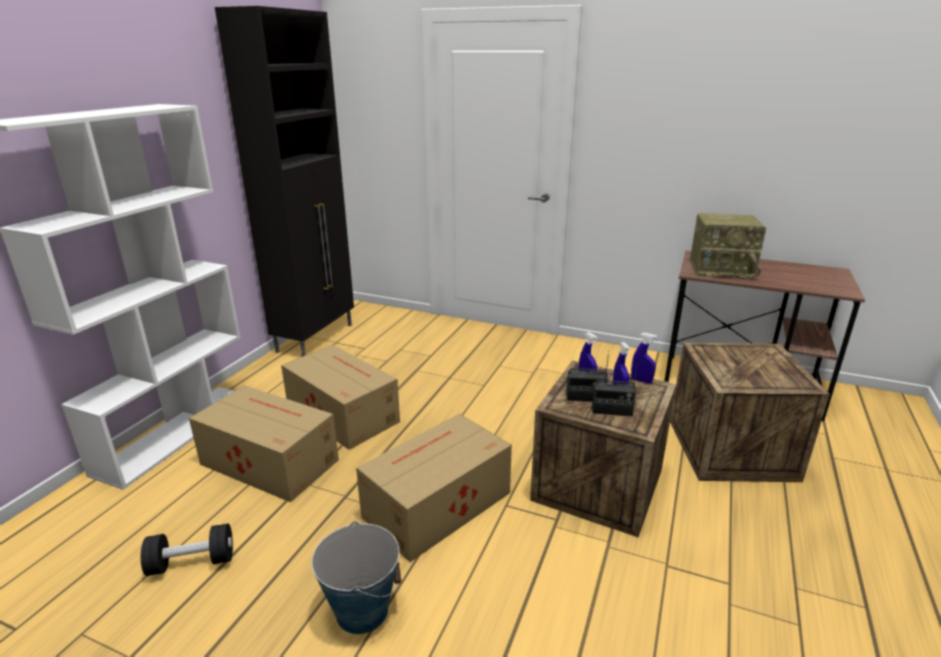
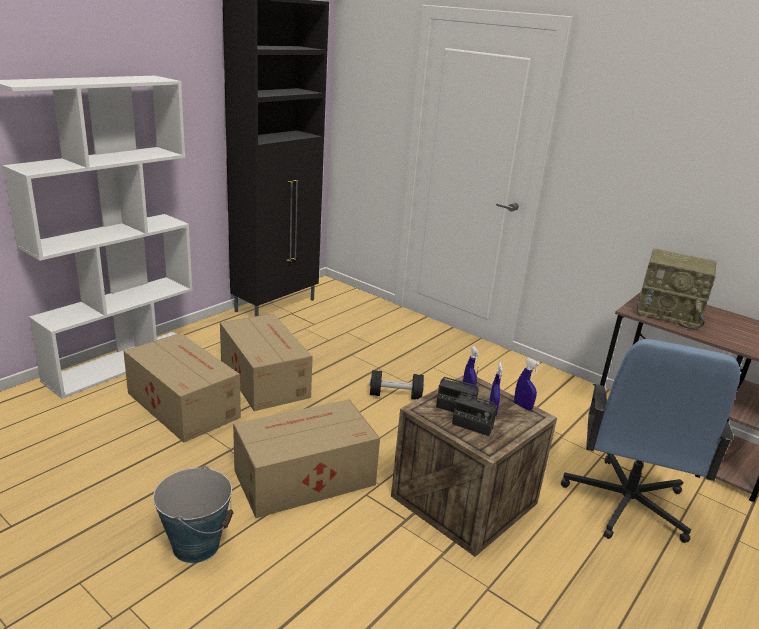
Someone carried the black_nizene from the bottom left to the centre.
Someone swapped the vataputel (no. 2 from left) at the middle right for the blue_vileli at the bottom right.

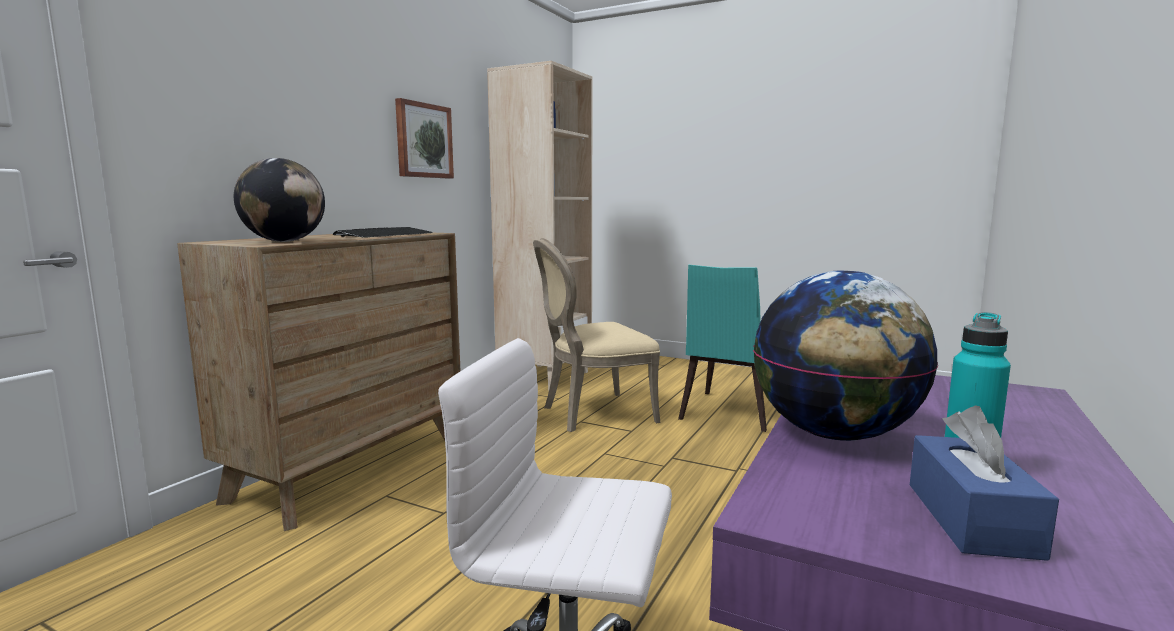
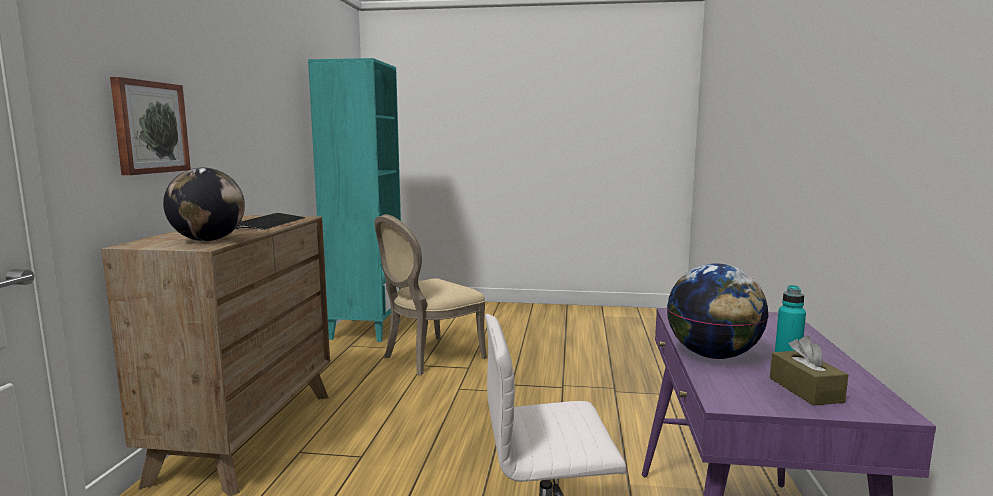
Someone took away the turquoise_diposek at the centre.
Someone carried the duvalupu from the top centre to the top left.
Someone repainted the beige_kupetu at the centre, which became the turquoise_kupetu at the centre.
Someone repainted the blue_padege at the bottom right, which became the brown_padege at the bottom right.

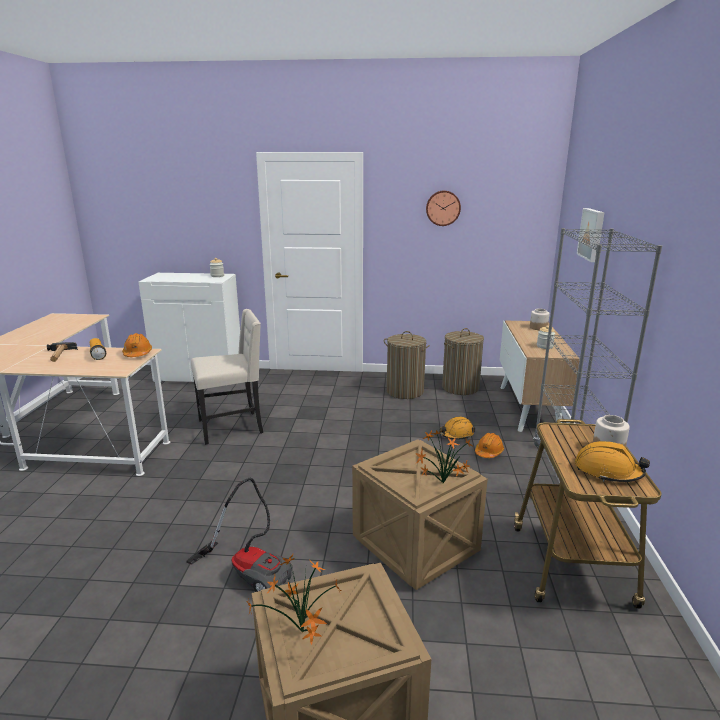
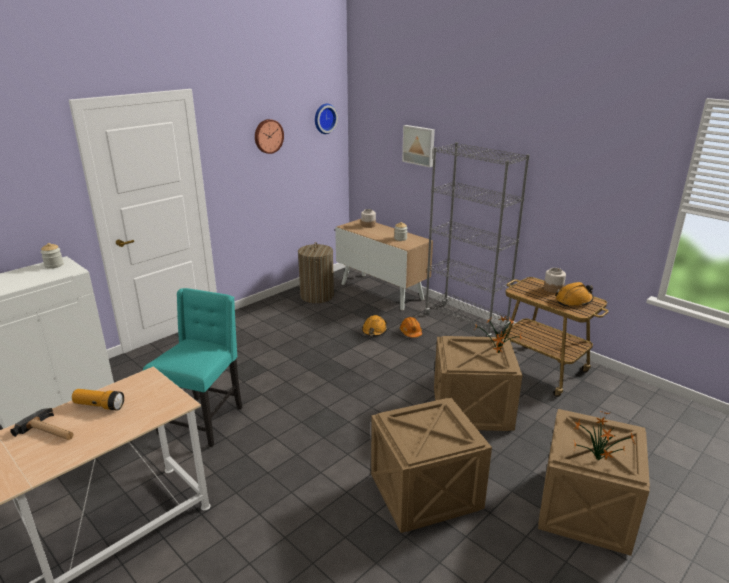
Someone took away the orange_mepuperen (no. 1 from left) at the middle left.
Someone took away the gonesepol (no. 1 from left) at the centre.
Someone put up the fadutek (no. 2 from left) at the top centre.
Someone swapped the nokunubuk at the bottom left for the vataputel (no. 1 from left) at the bottom centre.
Someone repainted the beige_diposek at the middle left, which became the turquoise_diposek at the middle left.

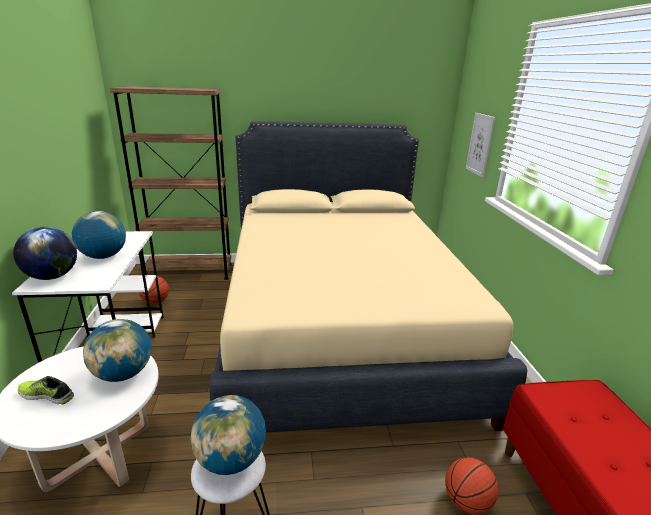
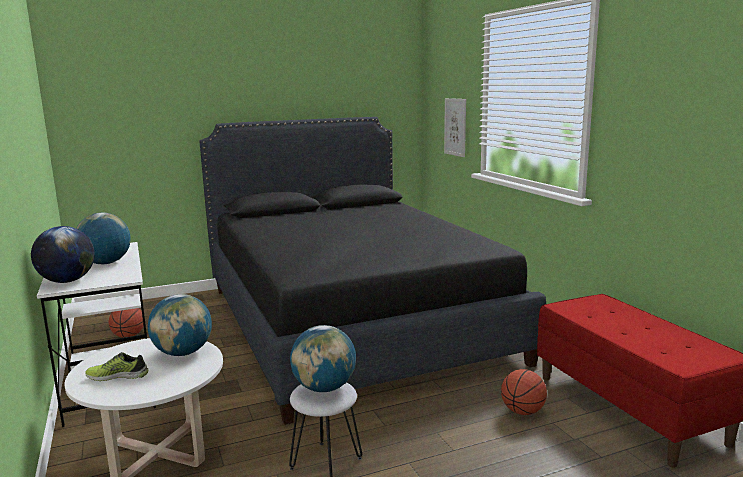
Someone took away the brown_kupetu at the middle left.
Someone repainted the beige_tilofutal at the centre, which became the black_tilofutal at the centre.

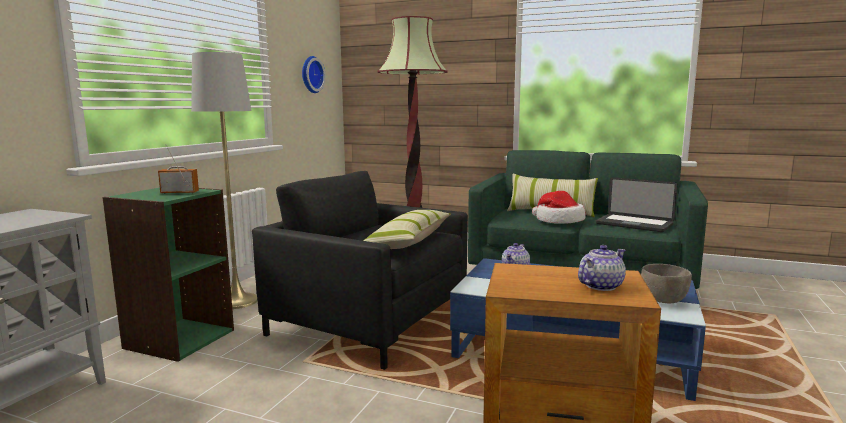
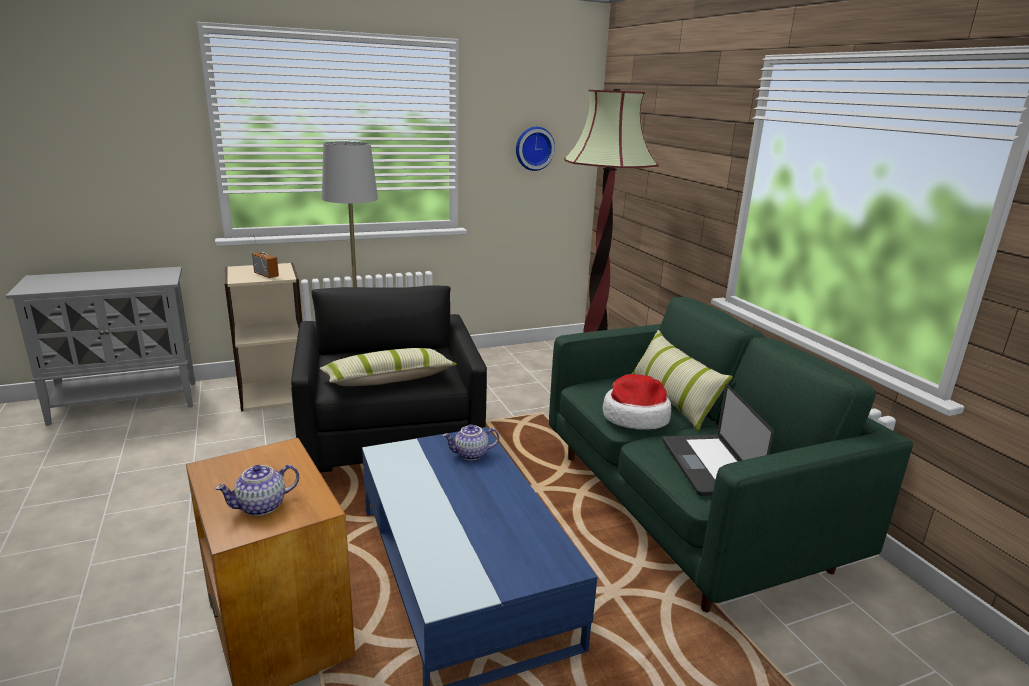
Someone took away the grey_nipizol at the bottom right.
Someone repainted the green_kupetu at the middle left, which became the beige_kupetu at the middle left.
Someone rotated the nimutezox (no. 2 from left in the first image) at the middle right by 135 degrees clockwise.

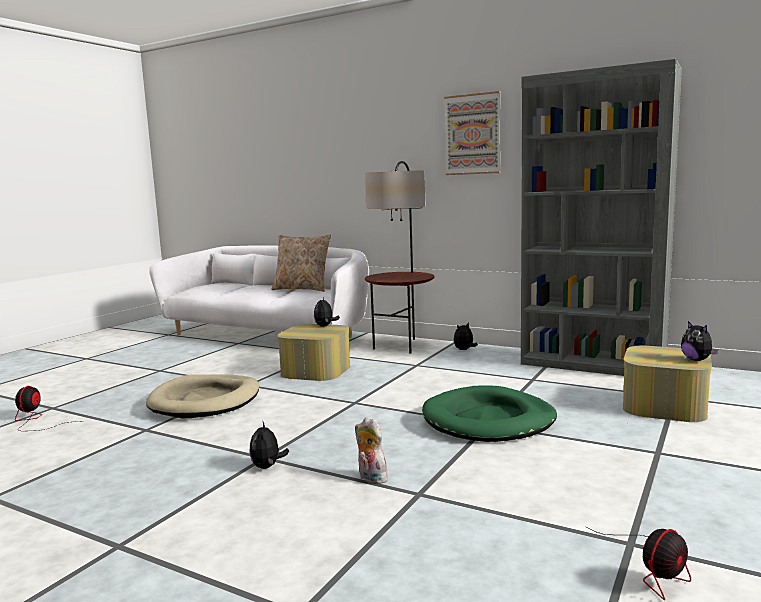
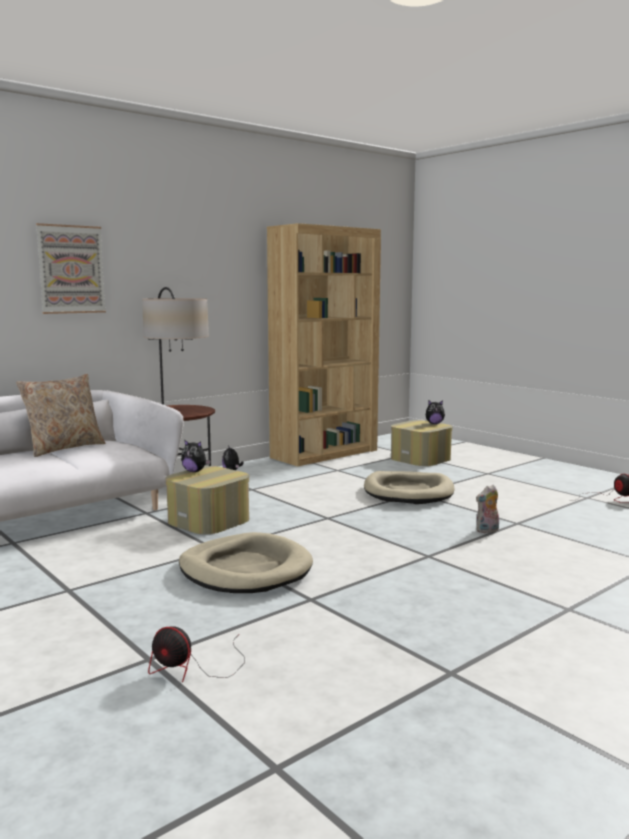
Someone took away the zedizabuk (no. 1 from left) at the bottom centre.
Someone carried the duvalupu from the top centre to the top left.
Someone repainted the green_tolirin at the bottom centre, which became the beige_tolirin (no. 2 from left) at the centre.
Someone repainted the grey_kupetu at the middle right, which became the brown_kupetu at the centre.

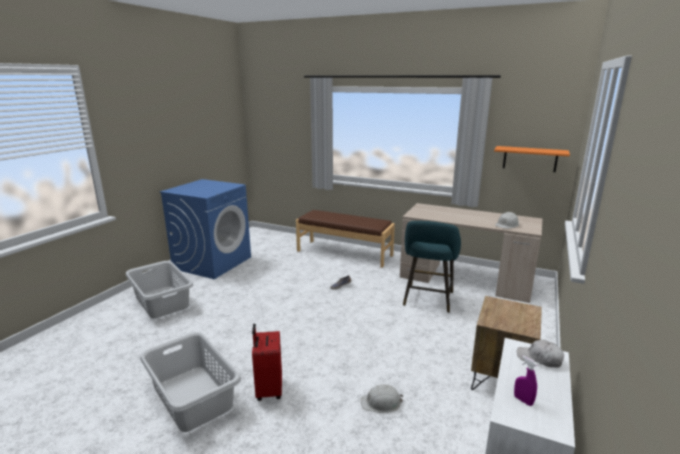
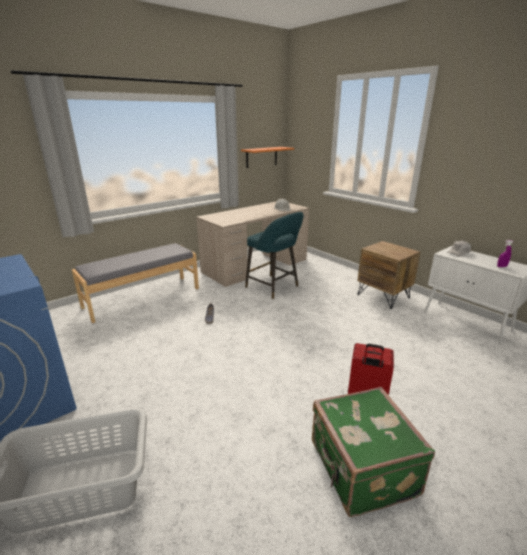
Someone took away the white_mepuperen (no. 1 from left) at the bottom centre.
Someone swapped the grey_gonesepol (no. 2 from left) at the bottom left for the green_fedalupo at the bottom right.
Someone repainted the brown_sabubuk at the centre, which became the grey_sabubuk at the middle left.

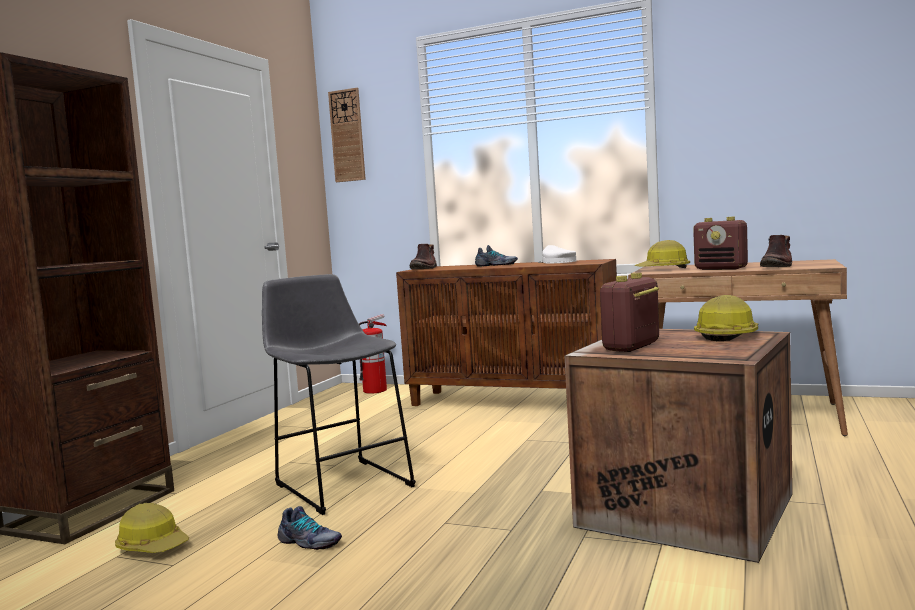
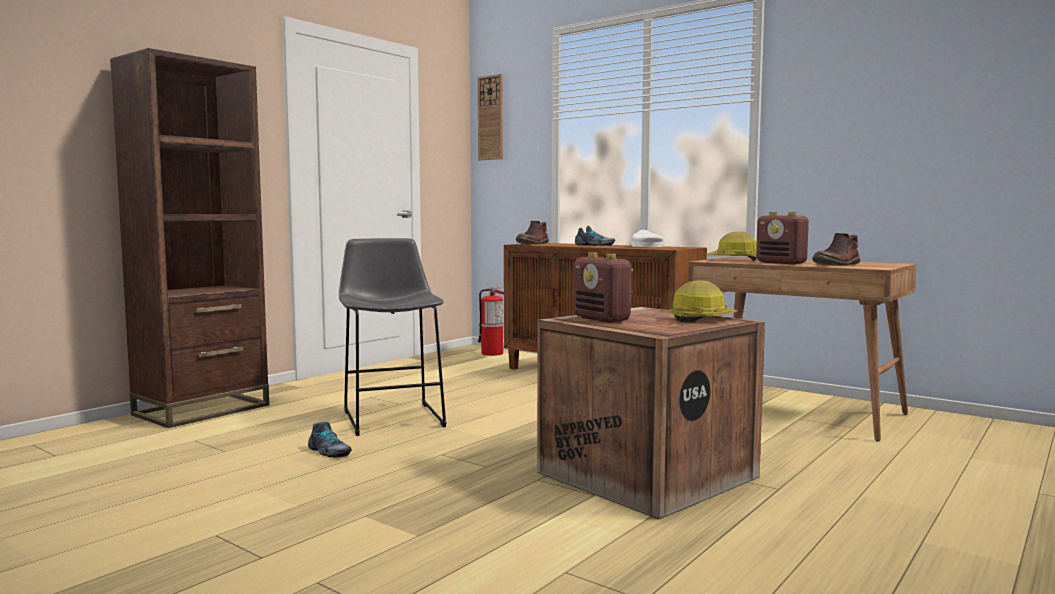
Someone took away the mepuperen (no. 1 from left) at the bottom left.
Someone rotated the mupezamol (no. 1 from left) at the middle right by 90 degrees counterclockwise.

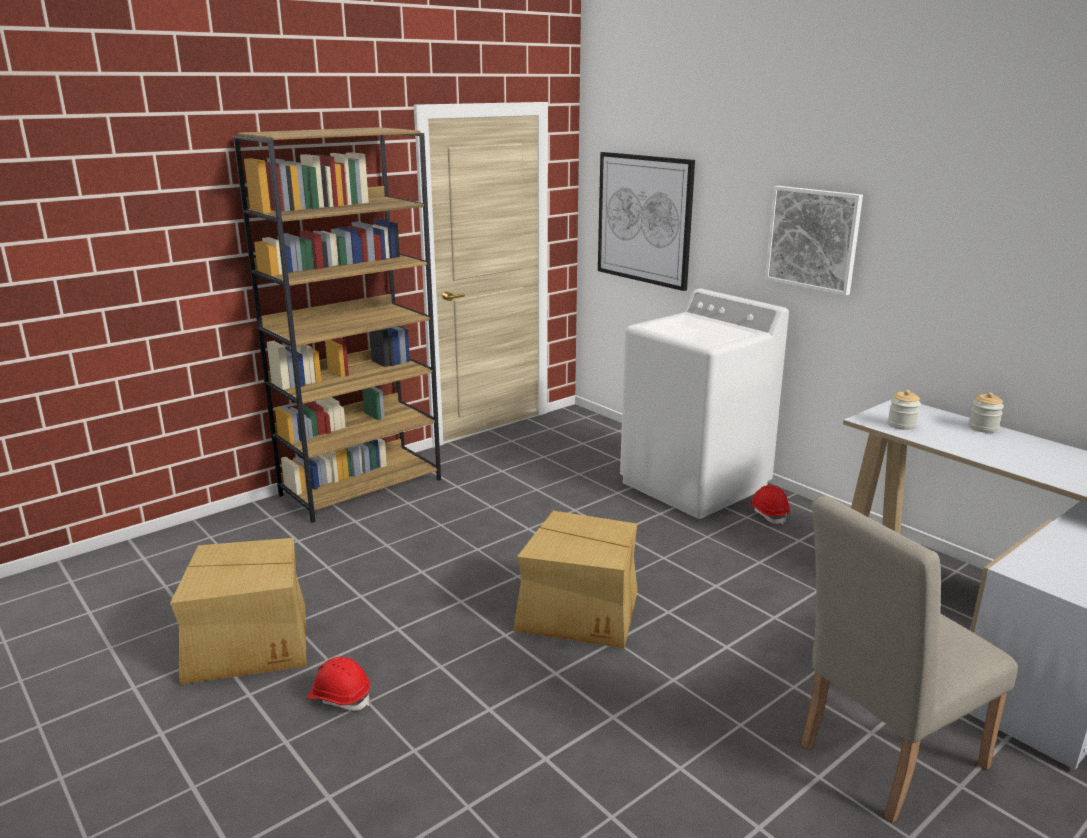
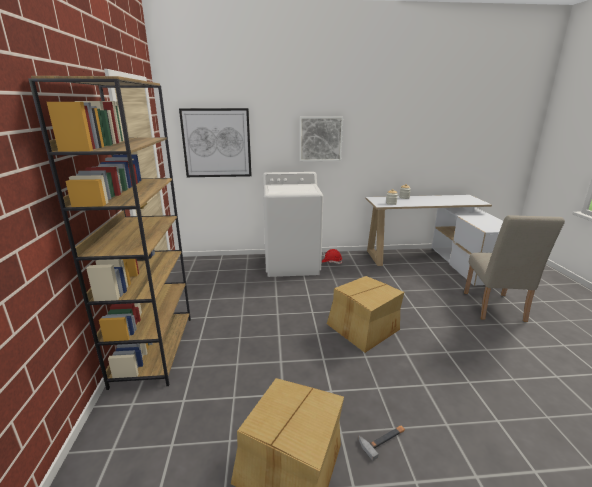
Someone swapped the red_mepuperen (no. 1 from left) at the bottom left for the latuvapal at the bottom centre.

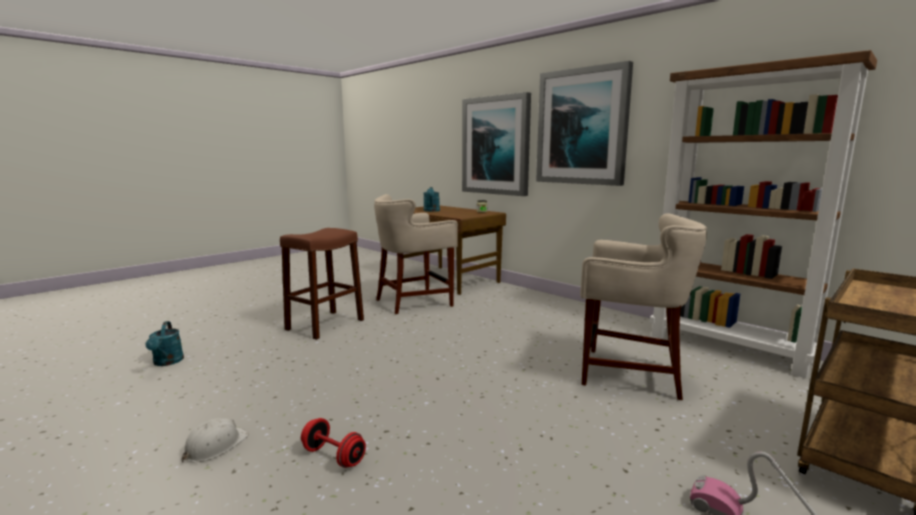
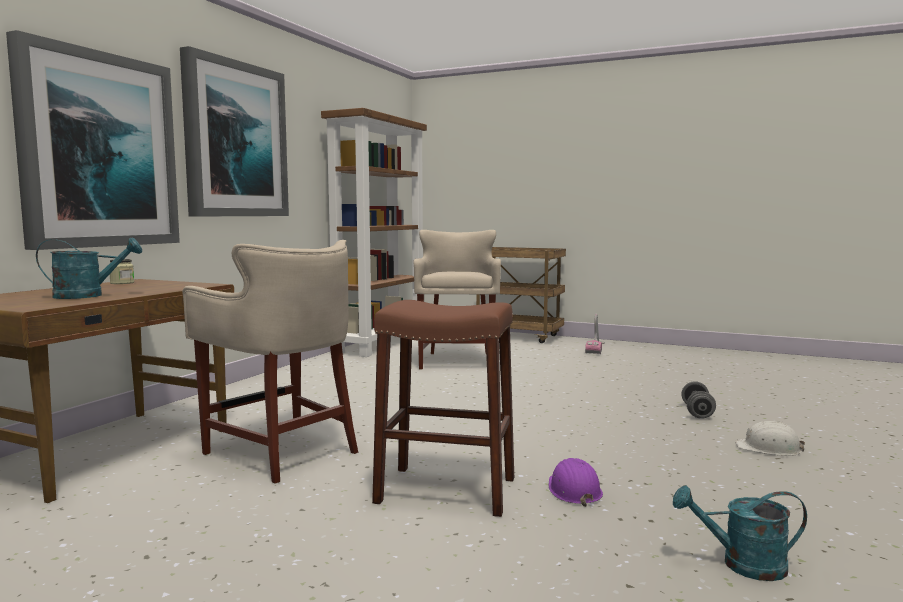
Someone put down the purple_mepuperen at the bottom centre.
Someone repainted the red_nizene at the bottom centre, which became the grey_nizene at the middle right.
Someone rotated the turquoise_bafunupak (no. 1 from left in the first image) at the middle left by 135 degrees counterclockwise.

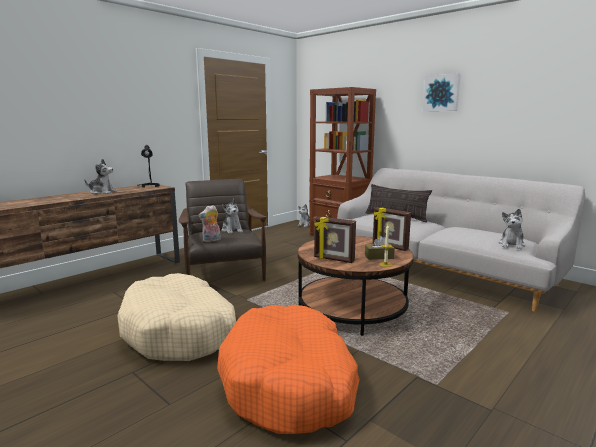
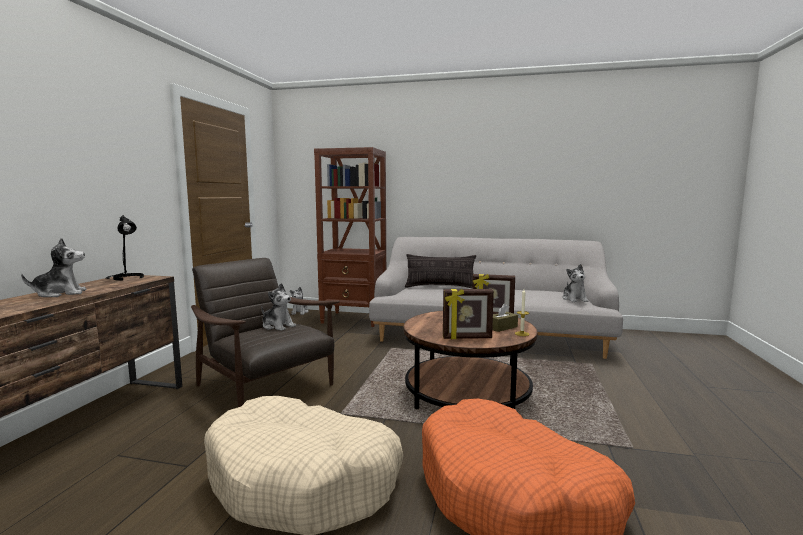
Someone took away the zedizabuk (no. 2 from left) at the centre.
Someone took away the duvalupu at the top right.

